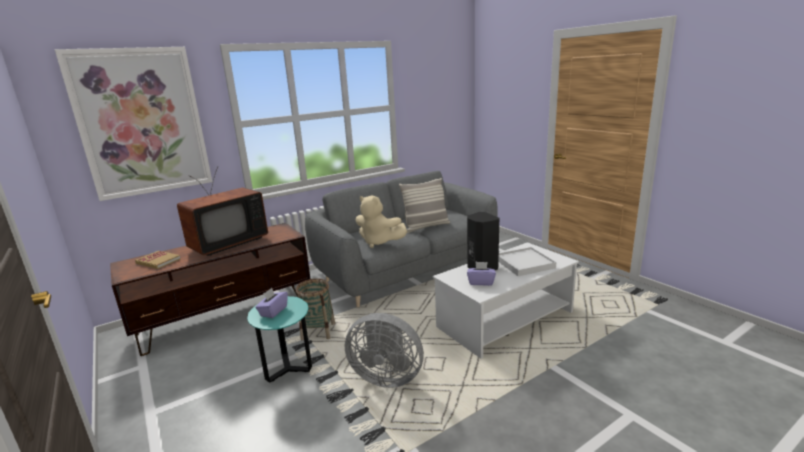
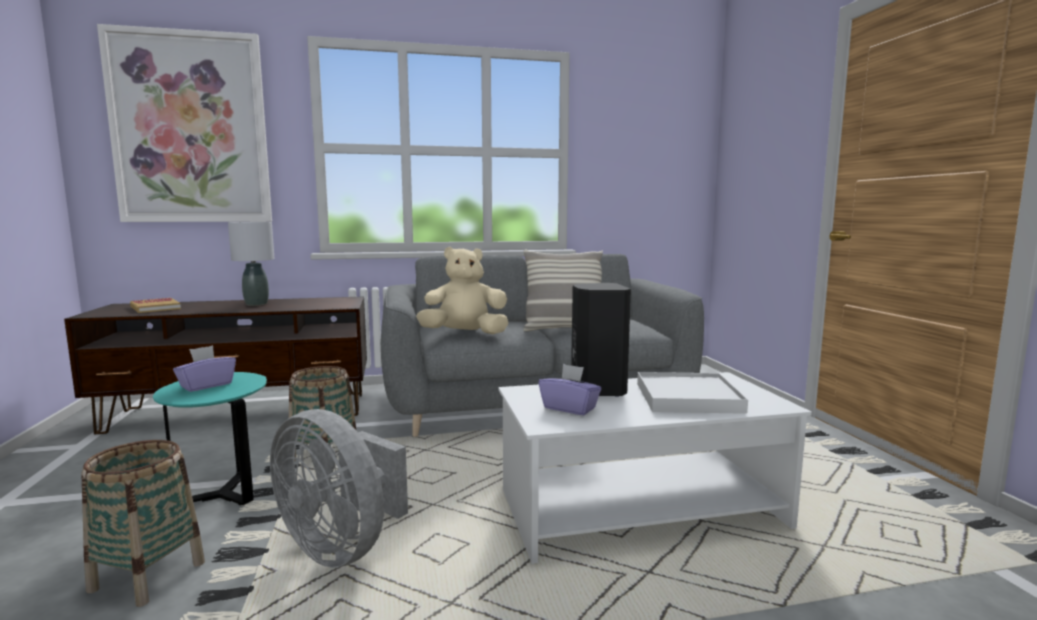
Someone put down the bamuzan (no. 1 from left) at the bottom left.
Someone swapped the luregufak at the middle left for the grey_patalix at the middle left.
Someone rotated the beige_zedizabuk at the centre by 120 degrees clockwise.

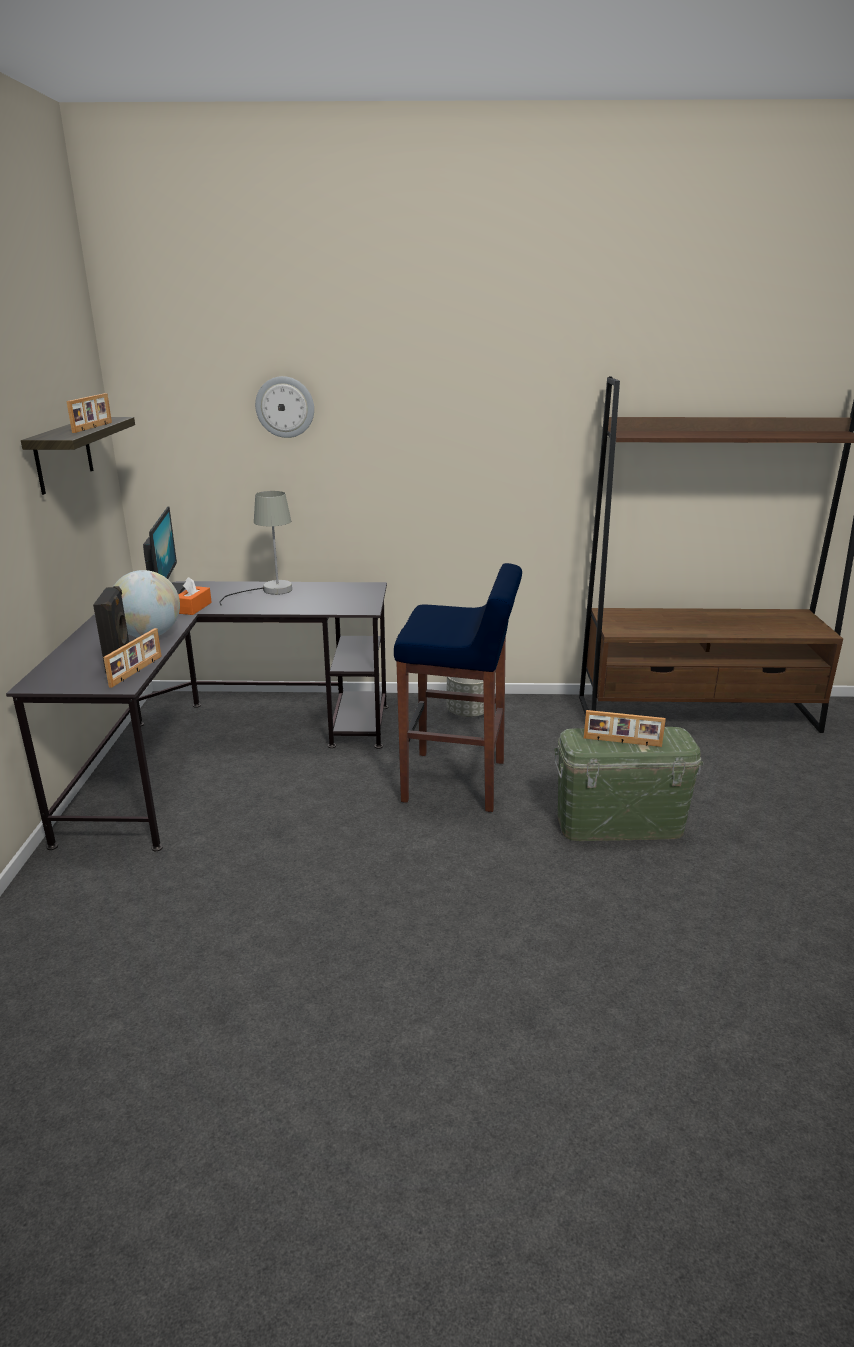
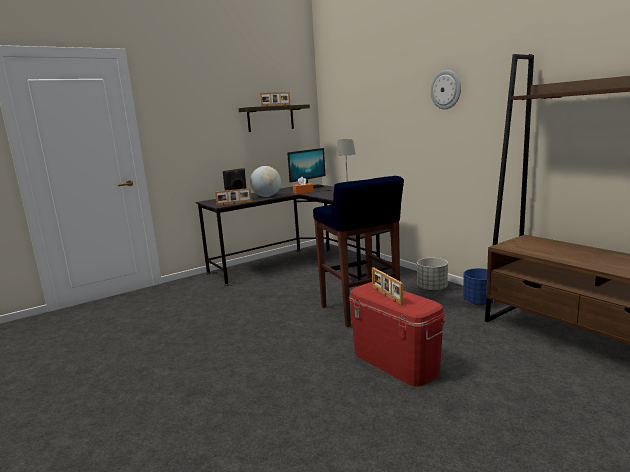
Someone put down the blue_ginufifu at the middle right.
Someone carried the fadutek from the top left to the top right.
Someone repainted the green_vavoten at the middle right, which became the red_vavoten at the bottom centre.

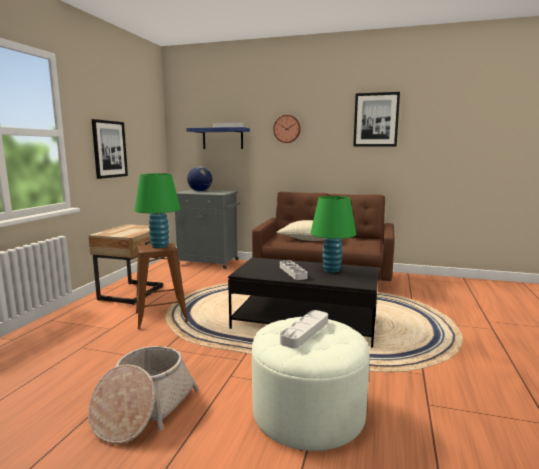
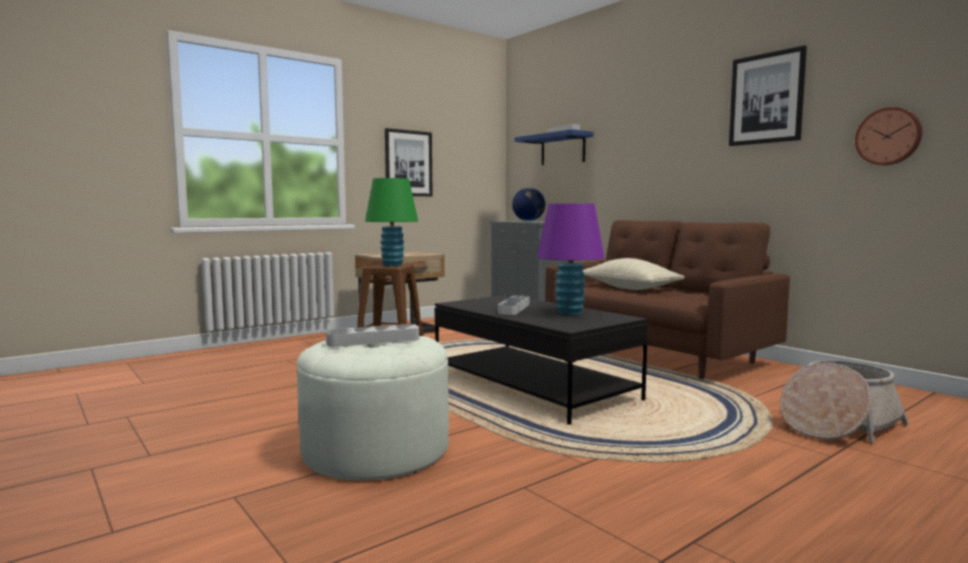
Someone carried the bamuzan from the bottom left to the bottom right.
Someone carried the fadutek from the top centre to the top right.
Someone repainted the green_patalix (no. 2 from left) at the centre, which became the purple_patalix at the centre.

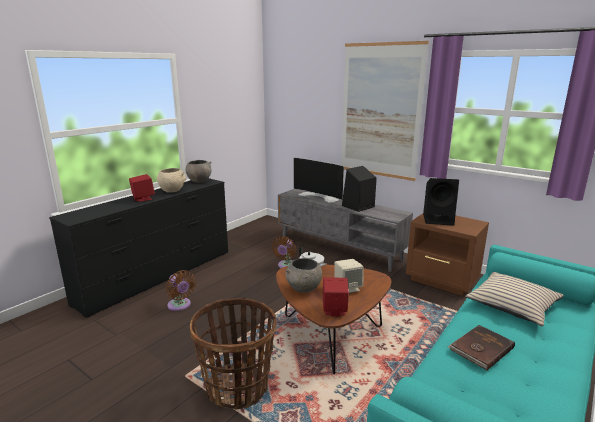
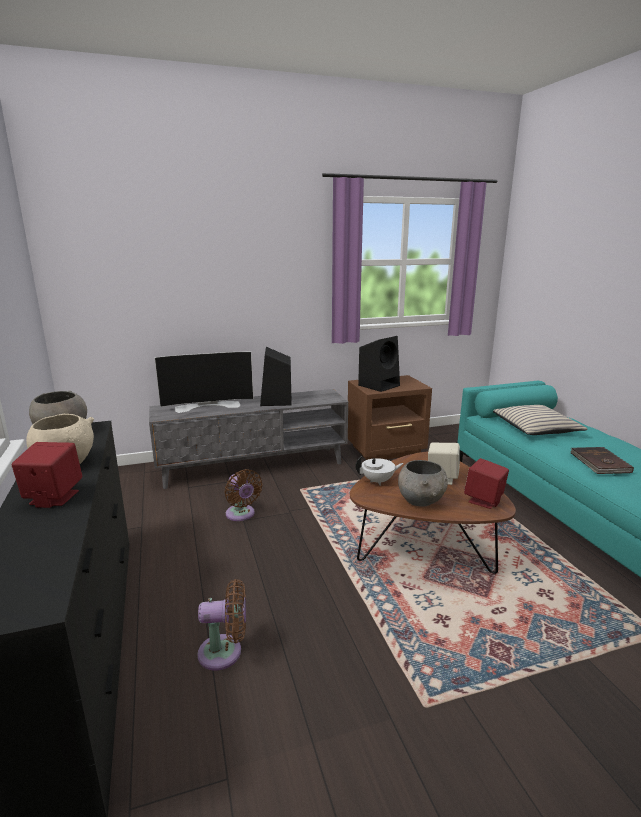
Someone took away the bamuzan at the bottom centre.
Someone took away the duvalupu at the top centre.

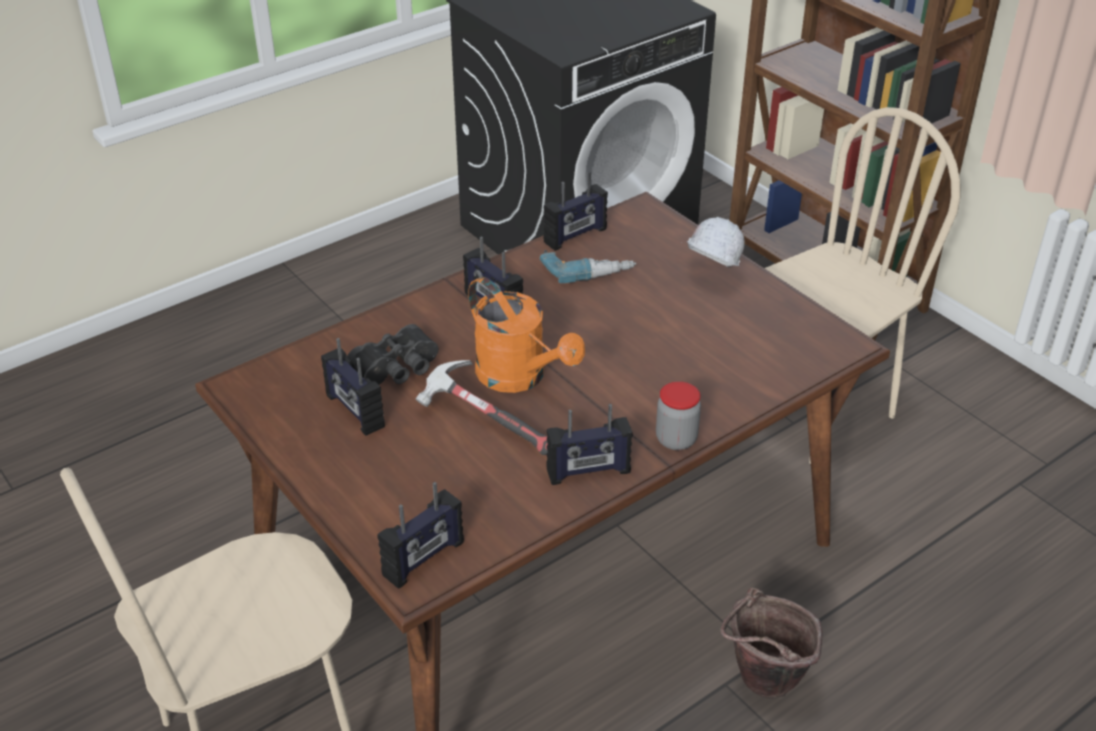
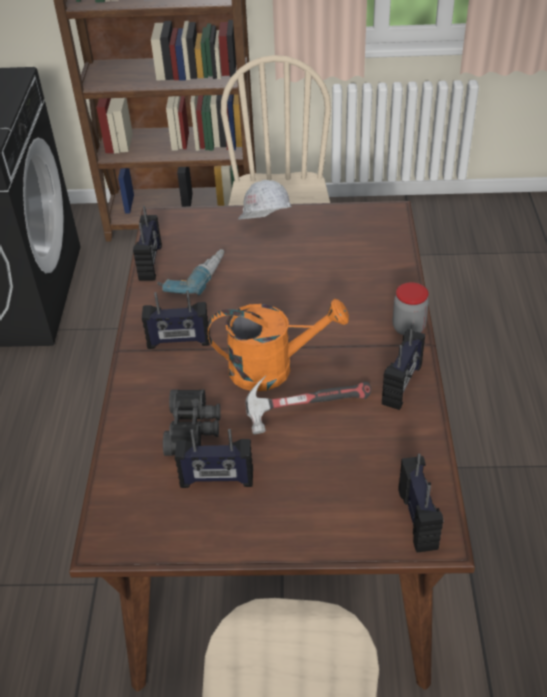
Someone took away the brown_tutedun at the bottom right.

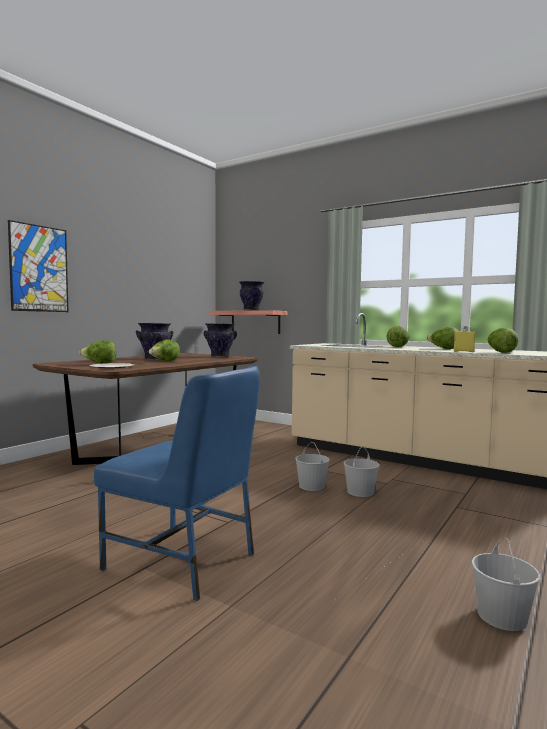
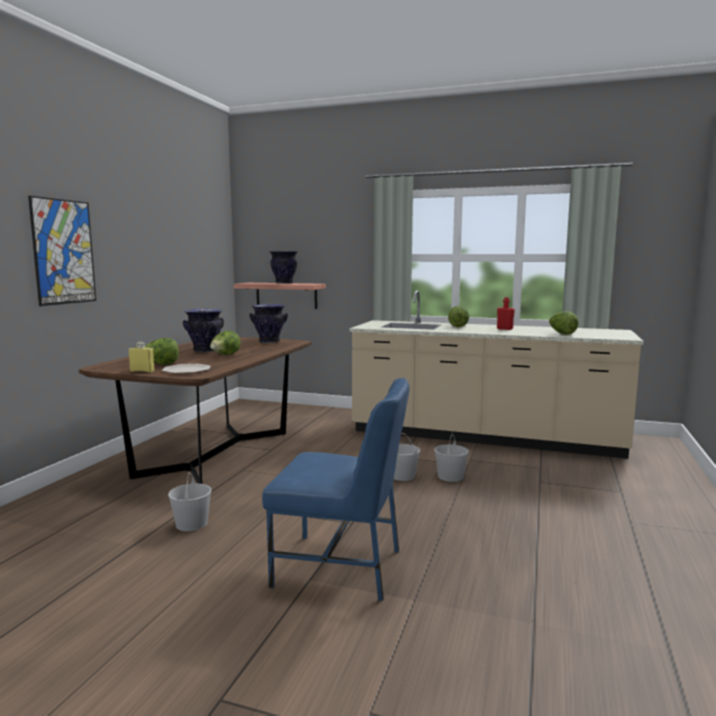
Someone carried the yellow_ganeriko from the middle right to the middle left.
Someone carried the white_tutedun (no. 3 from left in the first image) from the bottom right to the bottom left.
Someone swapped the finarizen (no. 4 from left) at the middle right for the red_ganeriko at the middle right.

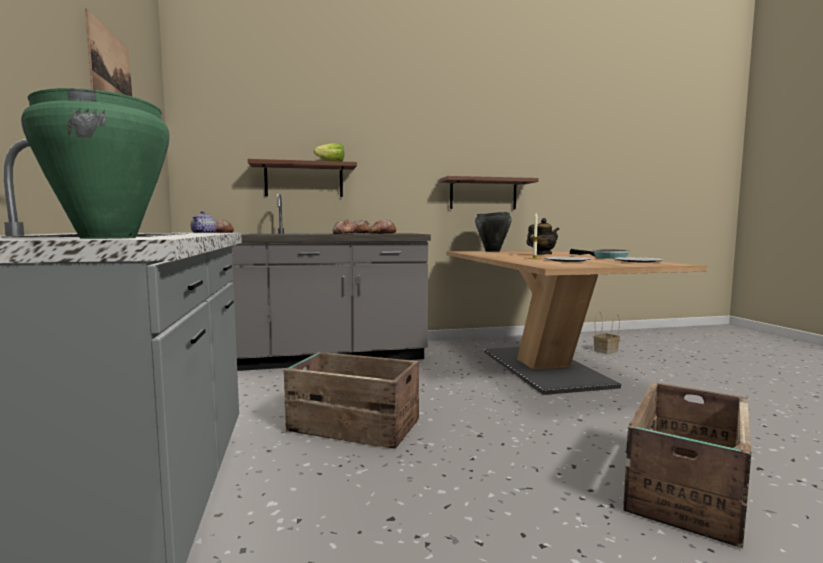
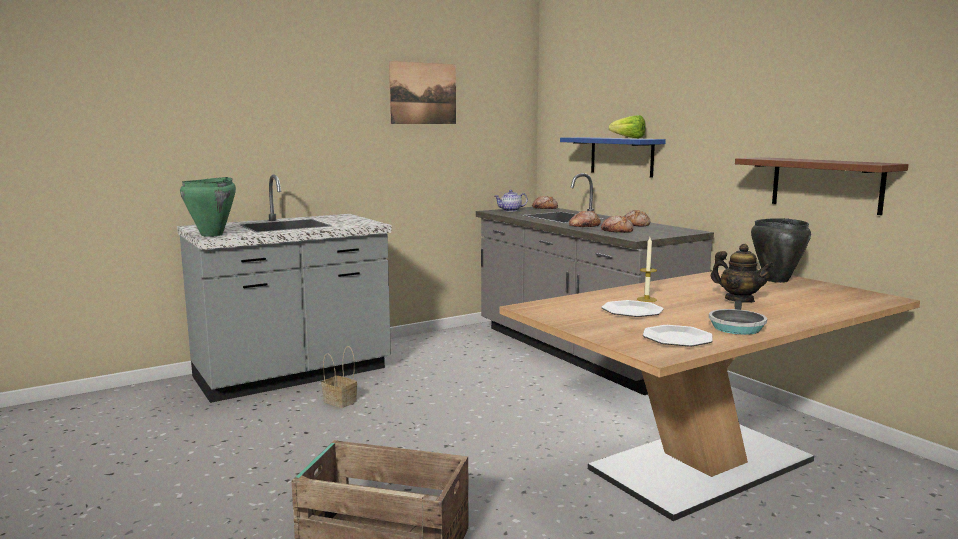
Someone took away the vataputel (no. 1 from left) at the bottom centre.
Someone carried the bamuzan from the middle right to the bottom centre.
Someone repainted the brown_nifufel (no. 1 from left) at the top centre, which became the blue_nifufel at the top centre.

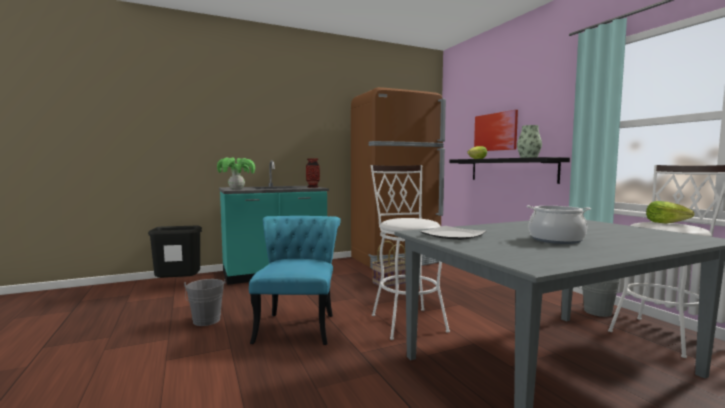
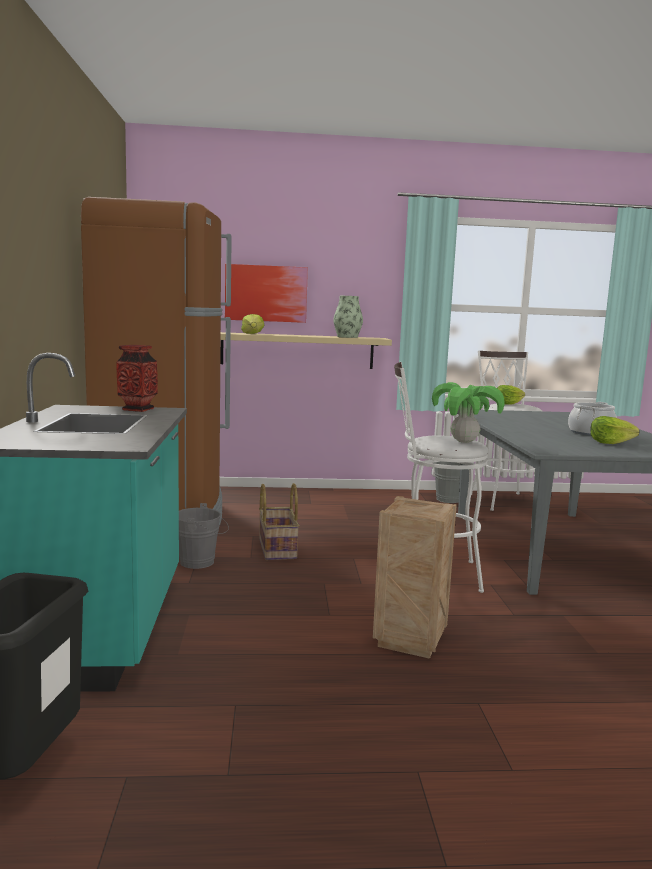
Someone took away the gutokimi at the centre.
Someone put down the finarizen (no. 3 from left) at the middle right.
Someone carried the grey_tutedun (no. 1 from left) from the bottom left to the middle left.
Someone carried the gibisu from the middle left to the middle right.
Someone swapped the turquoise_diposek at the bottom centre for the vataputel at the centre.
Someone repainted the black_nifufel at the middle right, which became the beige_nifufel at the centre.

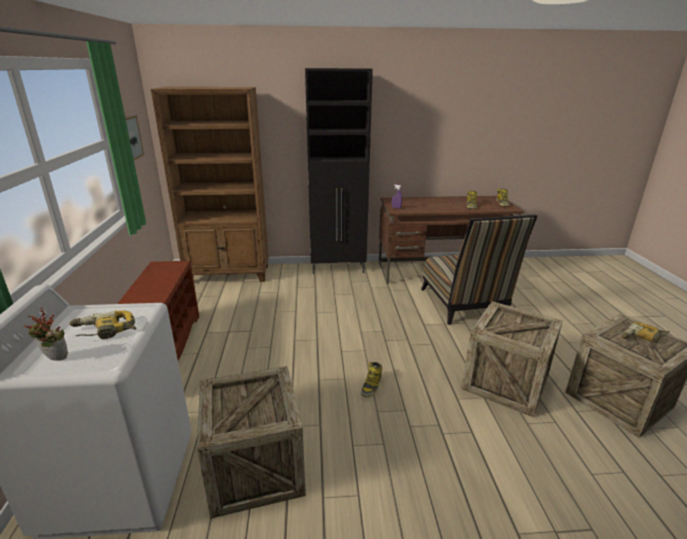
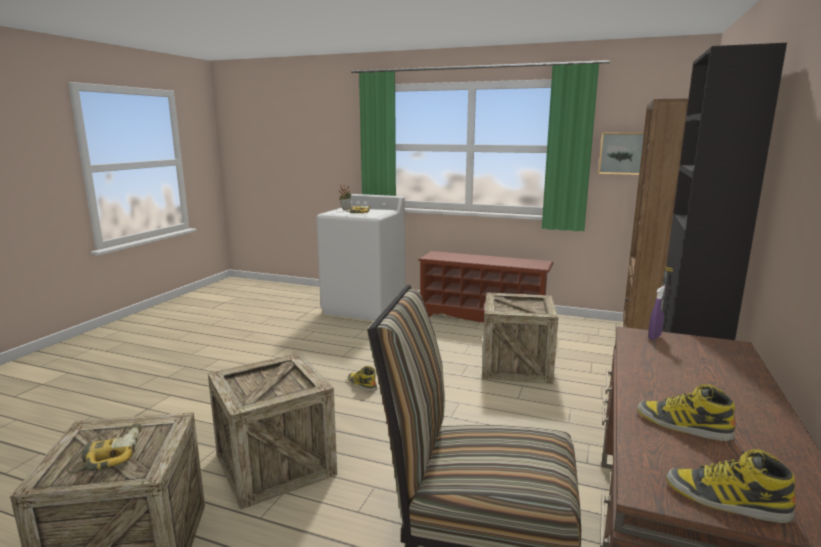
Someone carried the vataputel (no. 1 from left in the first image) from the bottom centre to the centre.

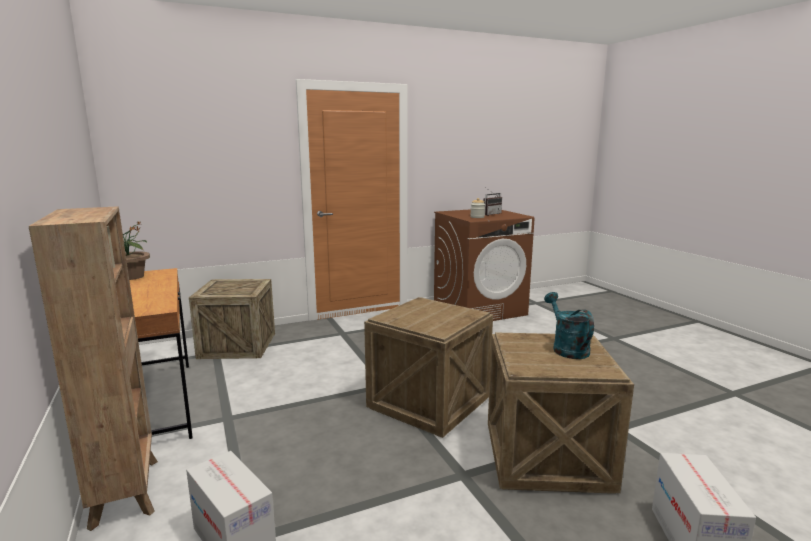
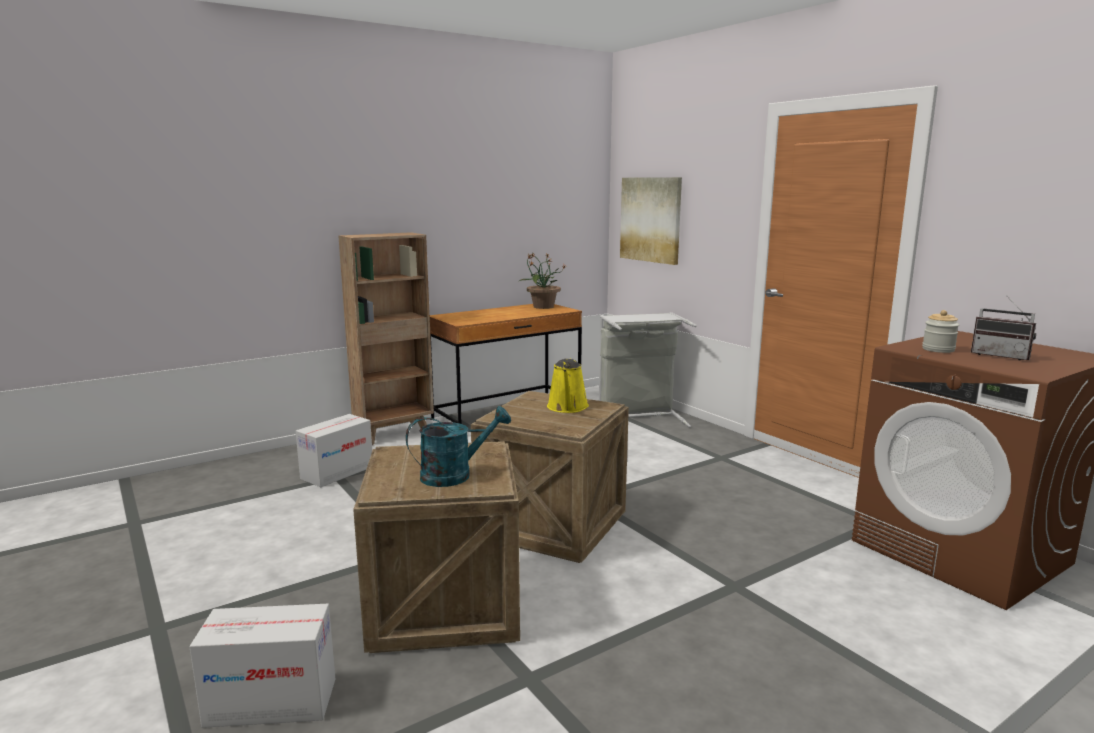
Someone put down the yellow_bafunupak at the centre.
Someone put up the duvalupu at the top centre.
Someone swapped the vataputel (no. 1 from left) at the middle left for the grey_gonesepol at the centre.

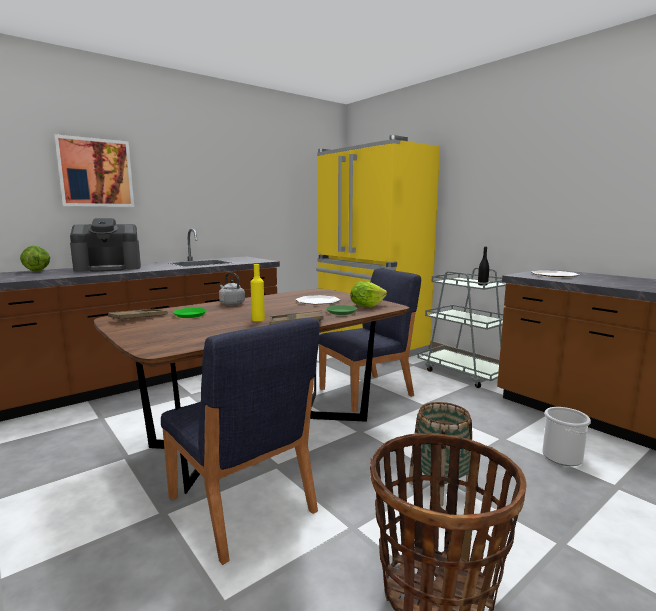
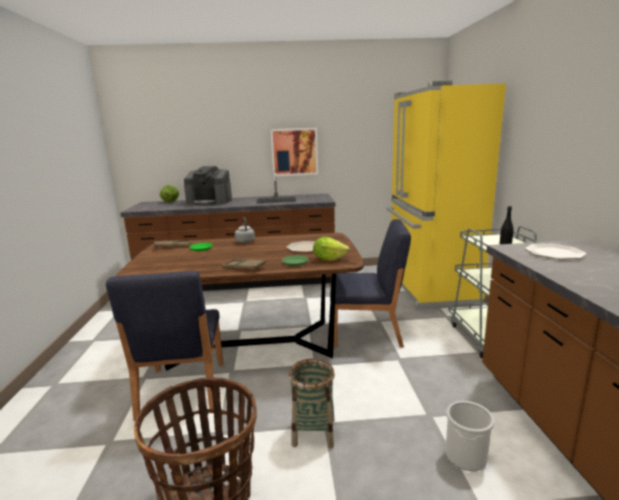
Someone took away the yellow_ganeriko at the centre.
Someone carried the duvalupu from the top left to the top centre.

